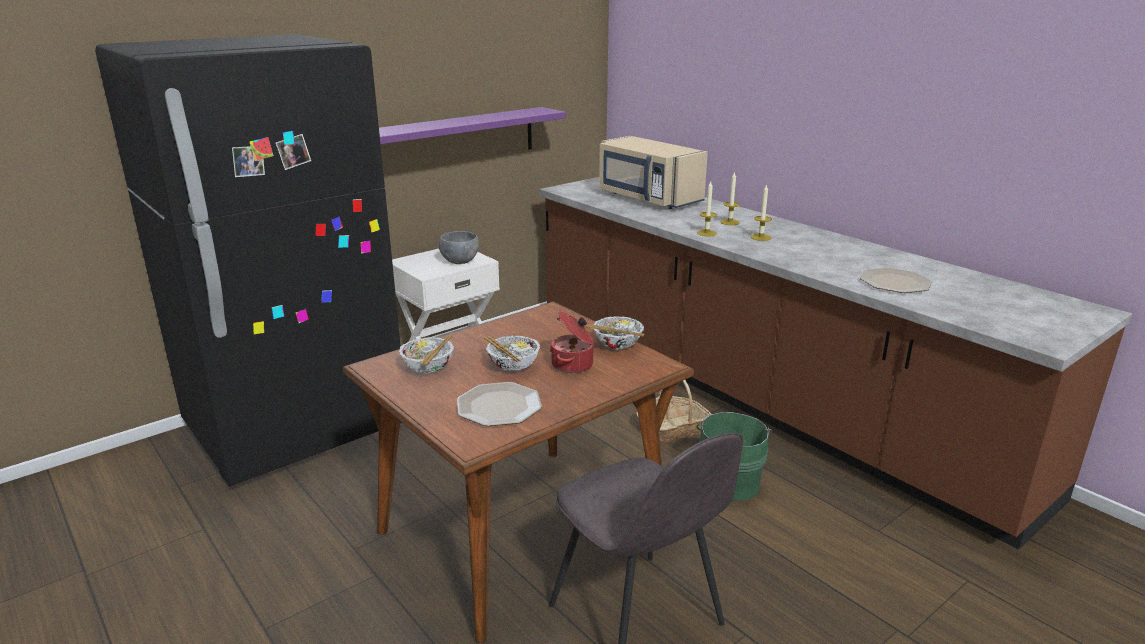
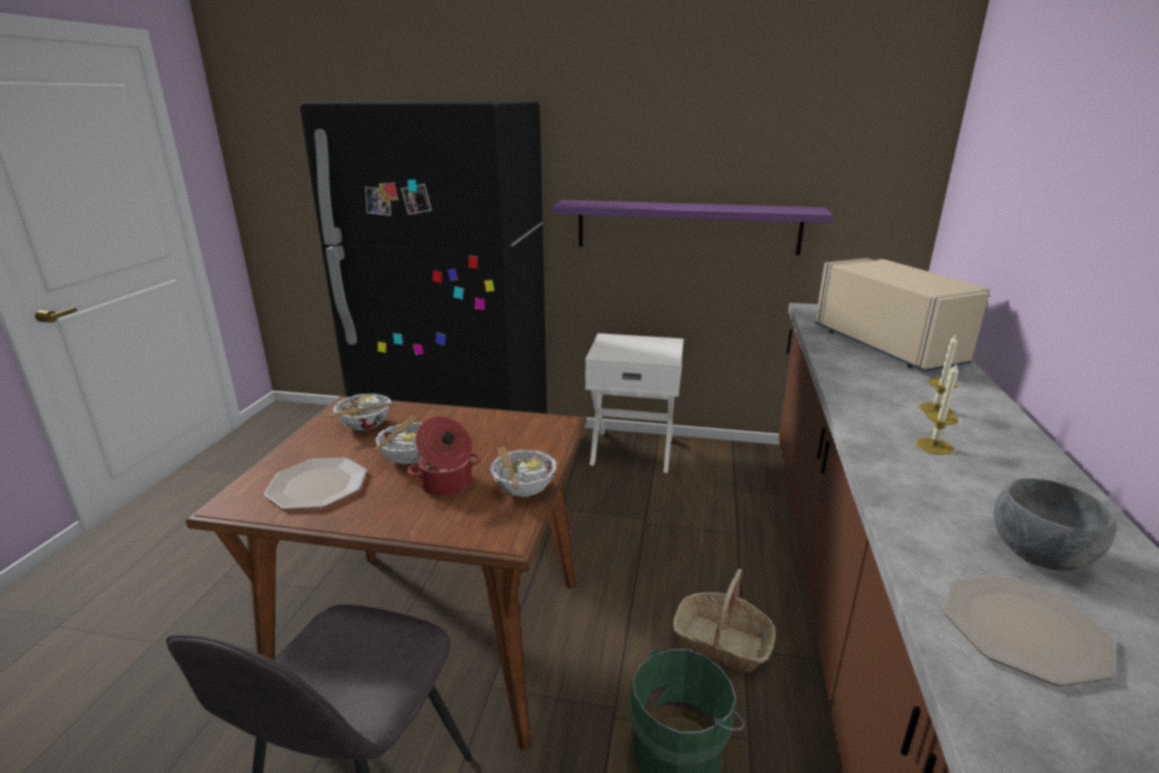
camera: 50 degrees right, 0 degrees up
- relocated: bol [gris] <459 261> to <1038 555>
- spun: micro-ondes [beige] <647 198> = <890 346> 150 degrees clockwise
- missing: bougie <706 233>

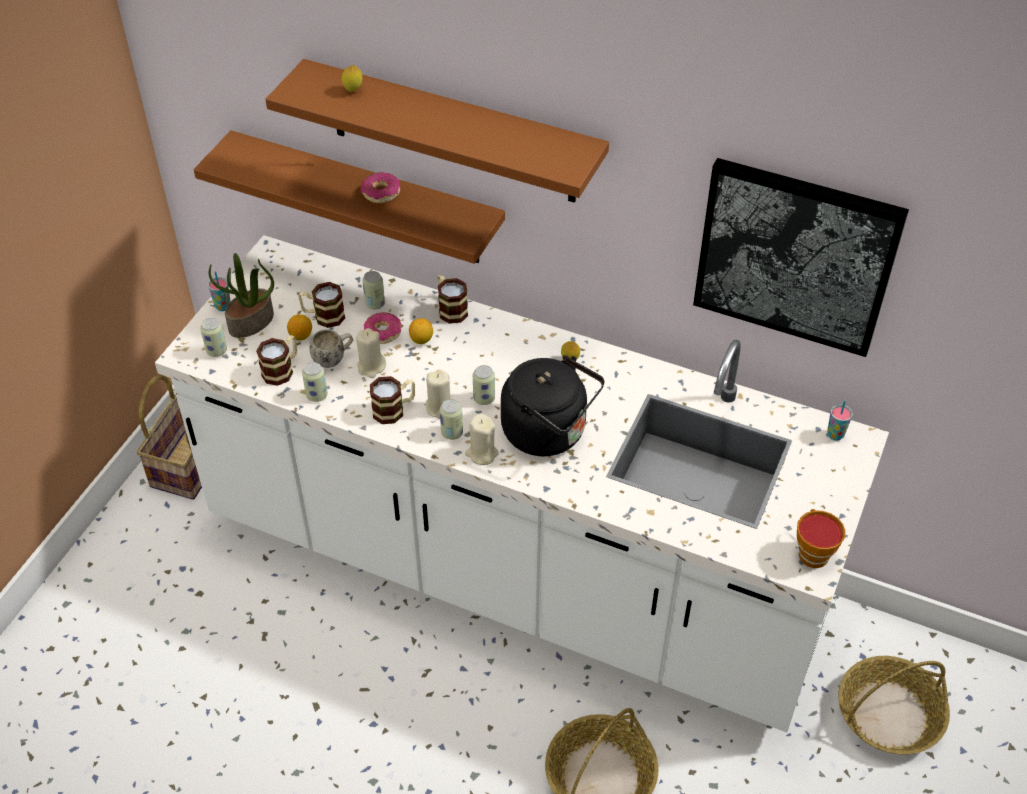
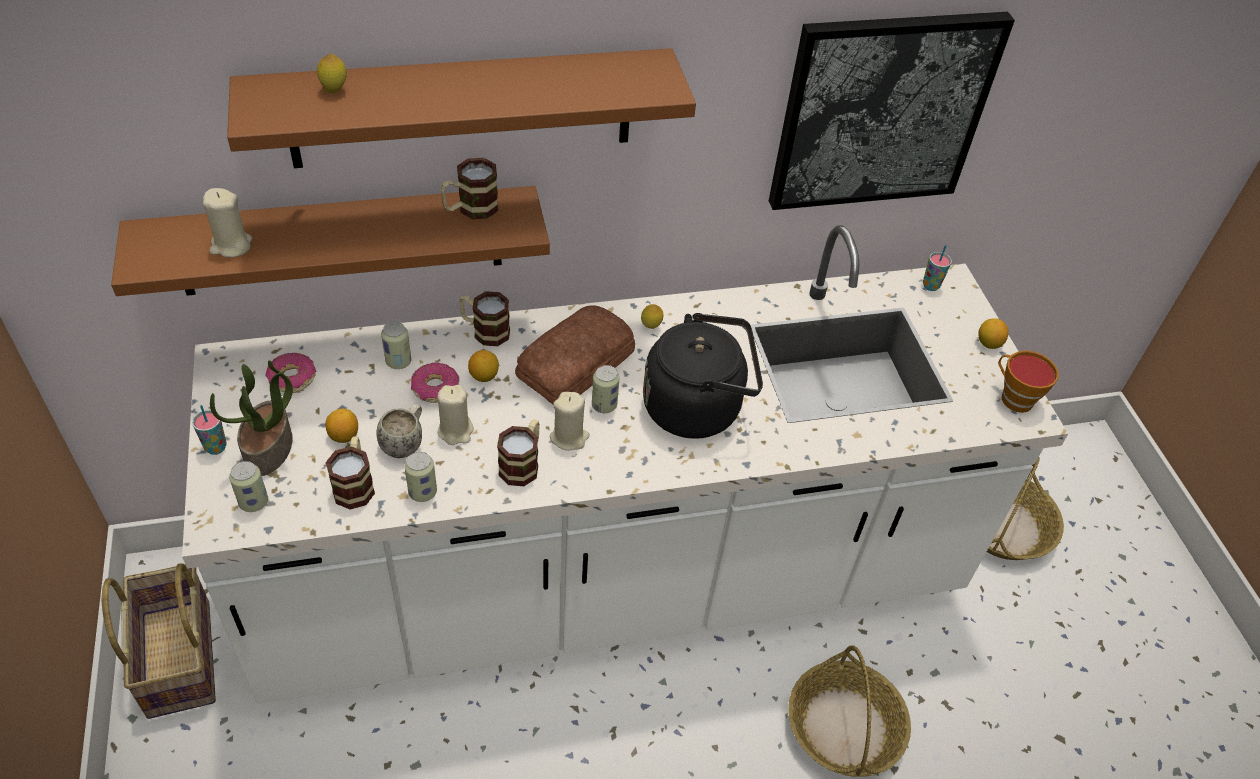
camera: 40 degrees left, 0 degrees up
- relocated: mug <323 316> to <470 209>
- relocated: beignet <381 193> to <292 378>
- missing: boîte métallique <452 433>
- relocated: bougie [beige] <482 453> to <231 245>
- appeared: pain <578 365>
- appeared: citron <988 344>

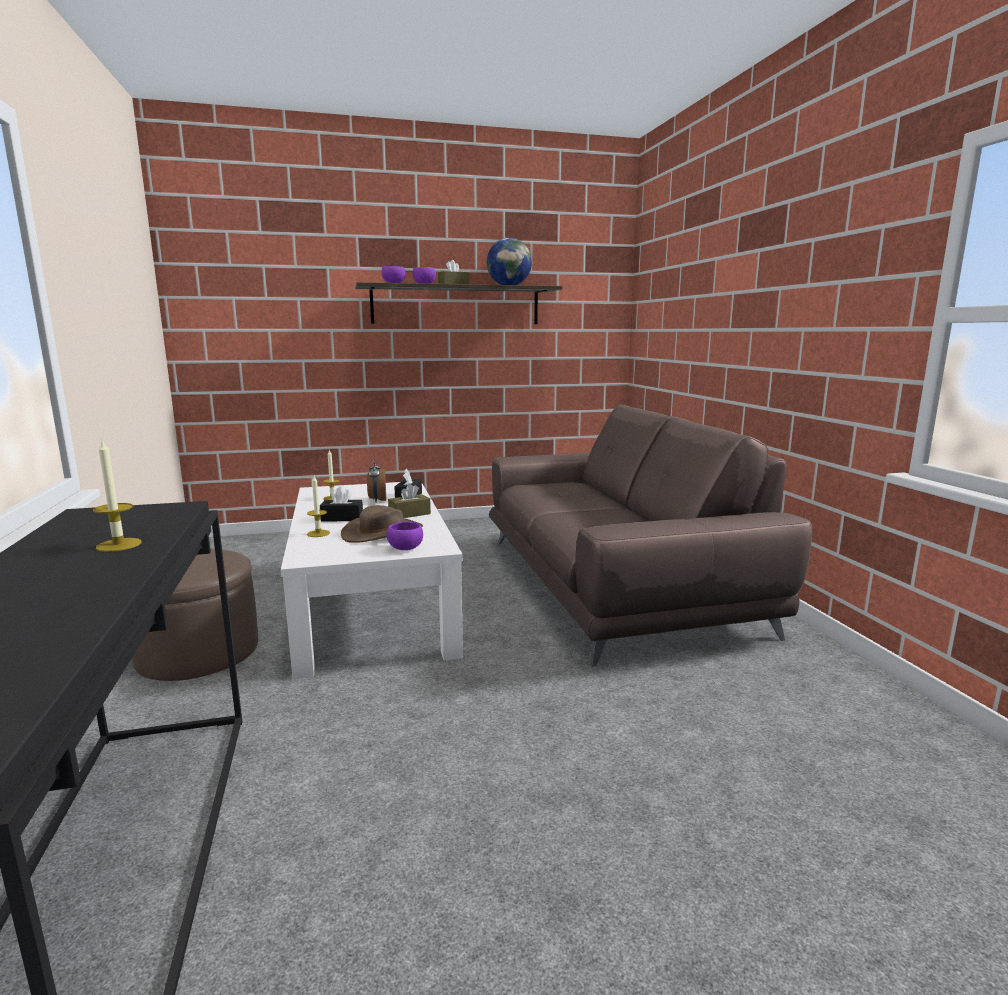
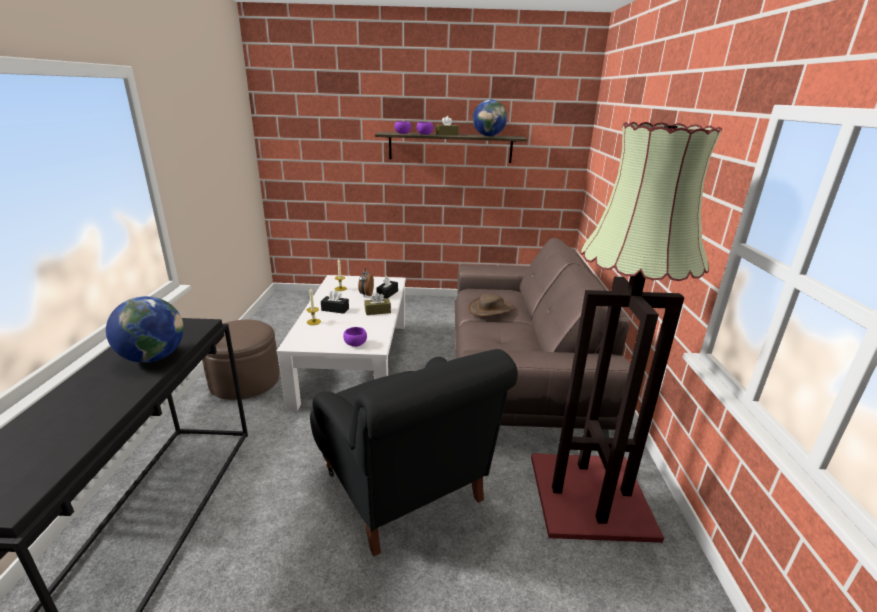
camera: 15 degrees right, 10 degrees up
- exchanged: bougie <119 545> to globe <153 357>
- relocated: chapeau [marron] <382 532> to <491 309>
- appeared: fauteuil [noir] <404 489>
- appeared: lampadaire <592 497>

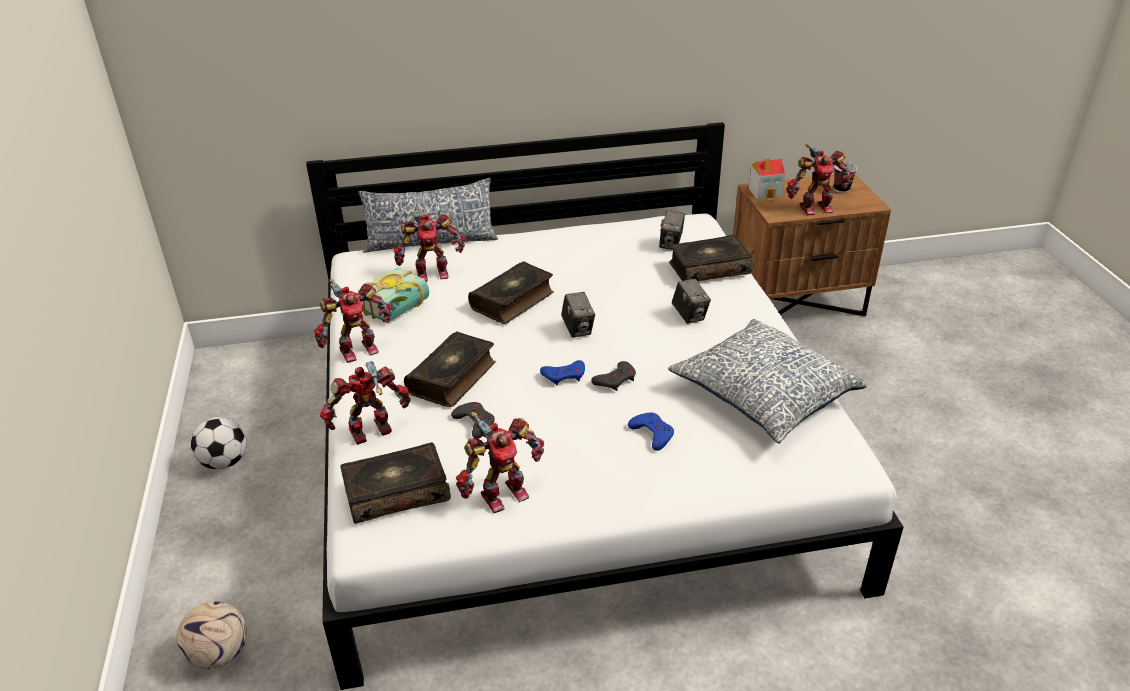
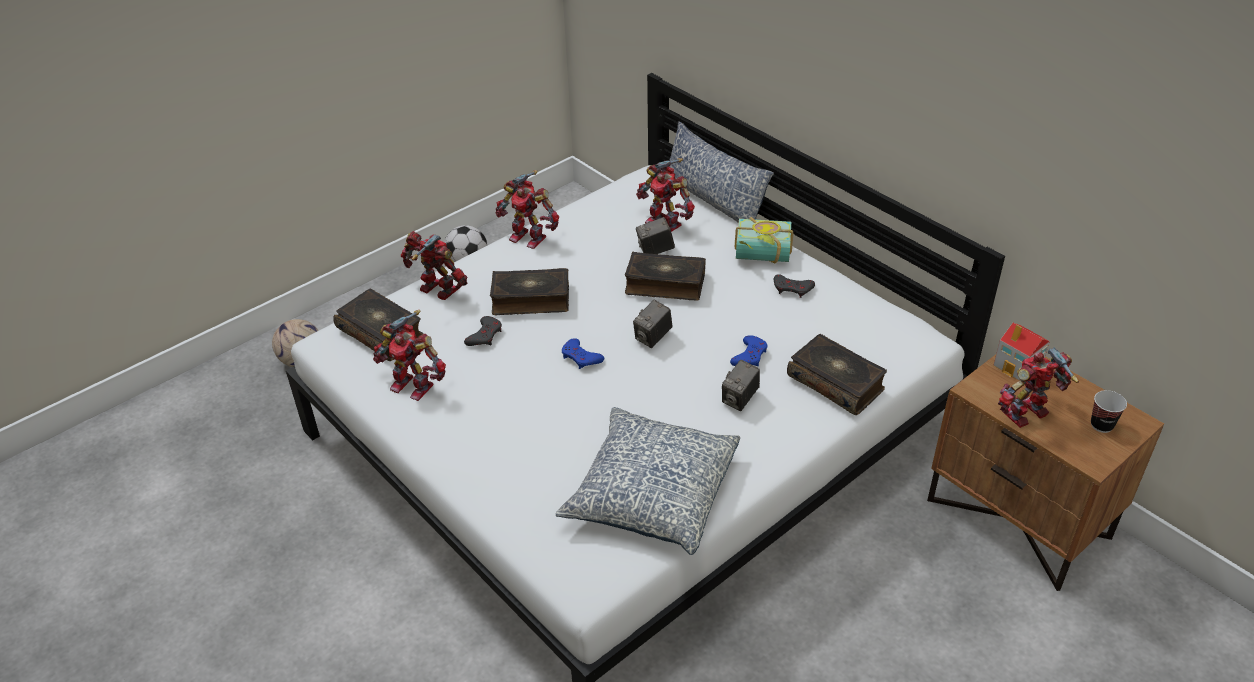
camera: 60 degrees right, 5 degrees up
- relocated: livre <400 310> to <762 257>
- relocated: manette [gris] <615 380> to <792 288>
- relocated: manette [bleu] <652 433> to <749 355>
- relocated: appareil photo <671 244> to <655 251>
- spun: robot jouet <814 207> = <1027 415> 105 degrees clockwise

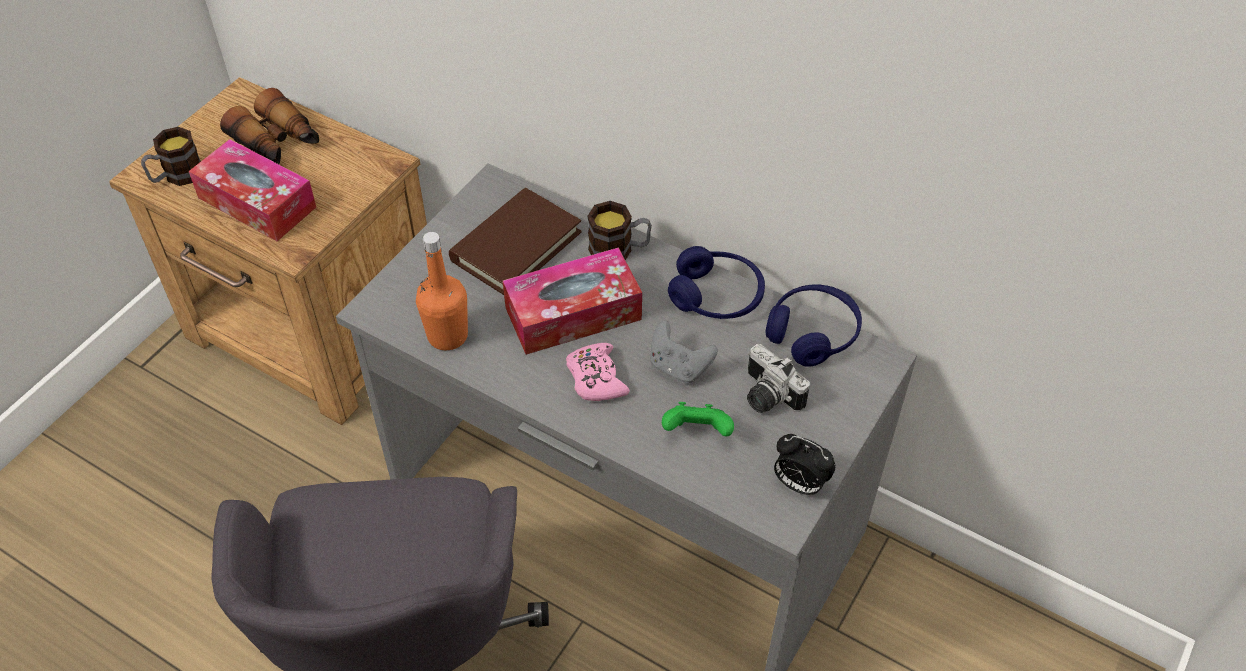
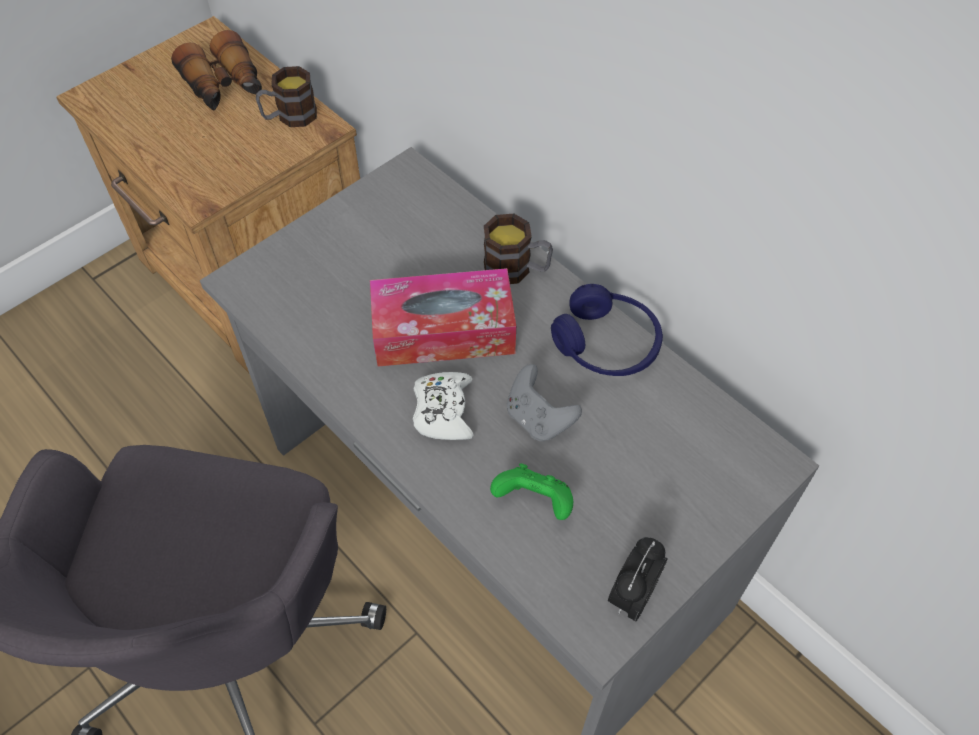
camera: 15 degrees right, 5 degrees up
- relocated: mug <177 176> to <289 117>
- missing: boîte à mouchoirs <257 202>
- missing: bouteille [orange] <447 336>
- missing: livre [marron] <516 246>
- colour: manette [rose] <596 378> to manette [blanc] <443 411>
- missing: appareil photo <766 396>
- missing: casque audio [bleu] <812 333>
- spun: réveil <799 484> = <632 595> 75 degrees clockwise

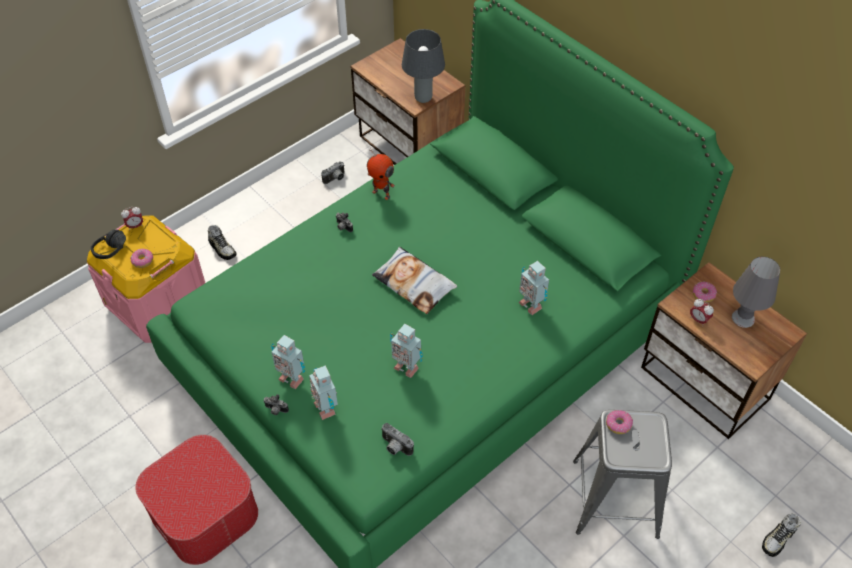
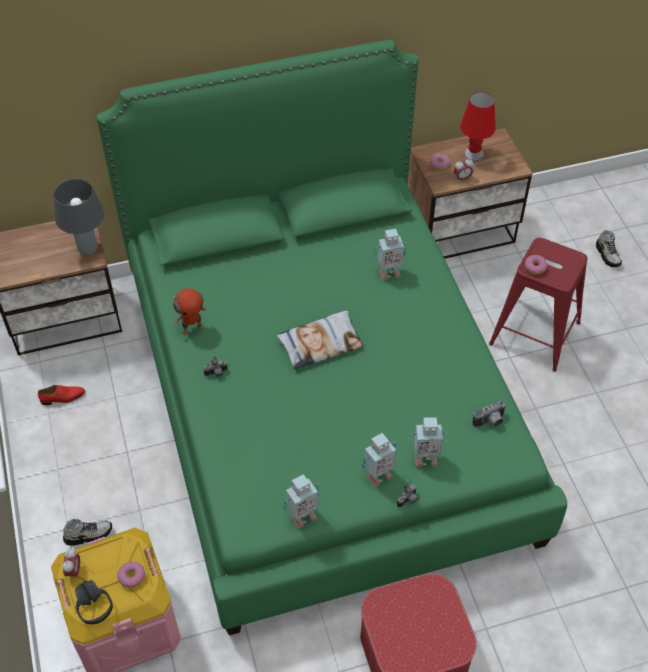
camera: 65 degrees left, 0 degrees up
- exchanged: appareil photo <335 179> to chaussure [rouge] <63 398>
- relocated: robot jouet <406 366> to <302 516>
- colour: tabouret [gris] <614 498> to tabouret [rouge] <534 333>
- colour: lampe de table [gris] <743 318> to lampe de table [rouge] <474 153>

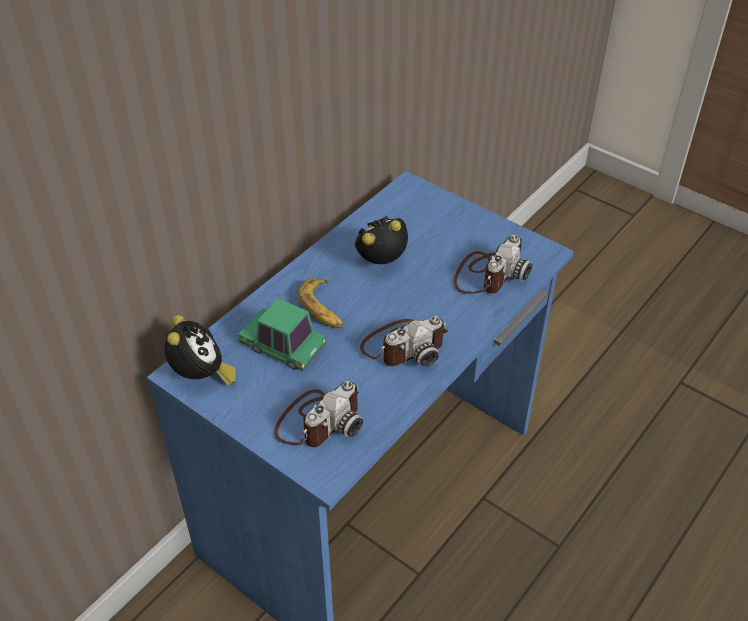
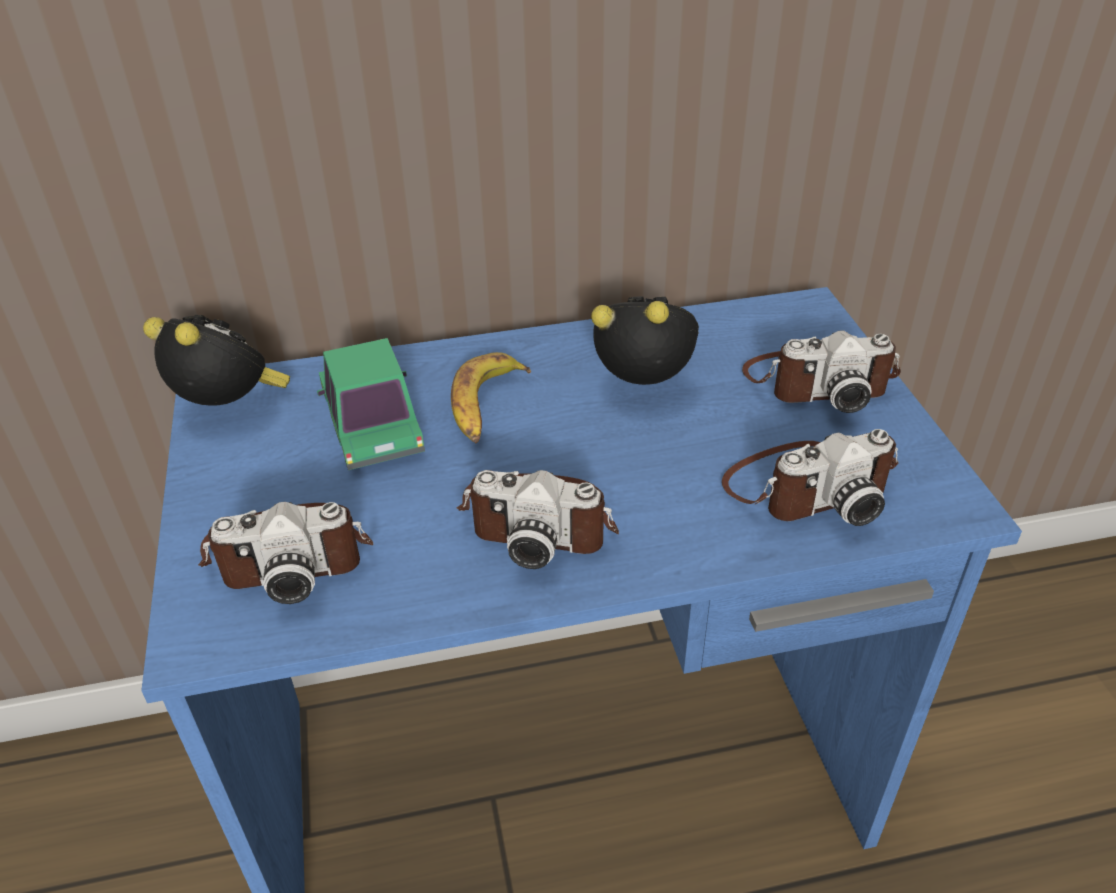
camera: 40 degrees right, 5 degrees down
- spun: réveil <201 377> = <231 409> 90 degrees counterclockwise
- appeared: appareil photo <817 382>

